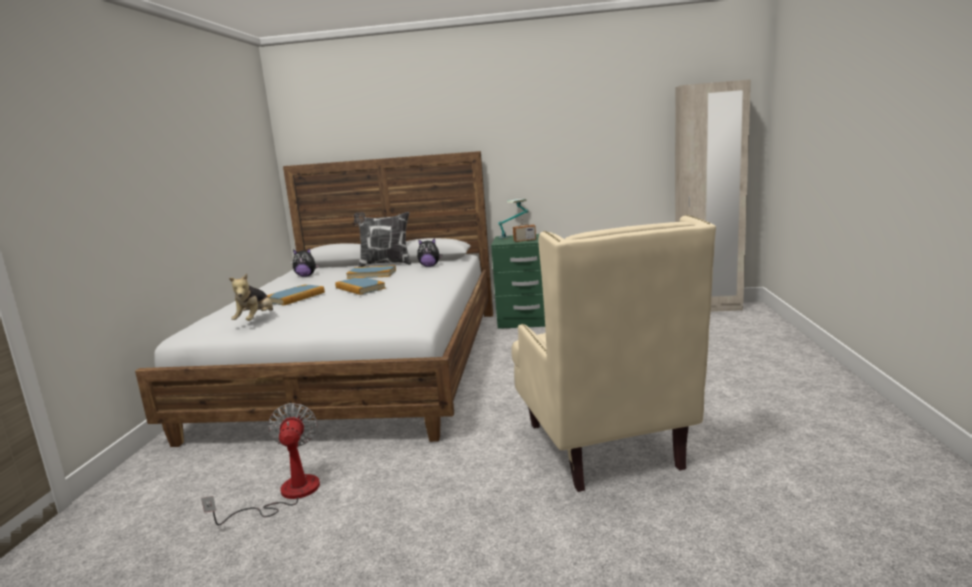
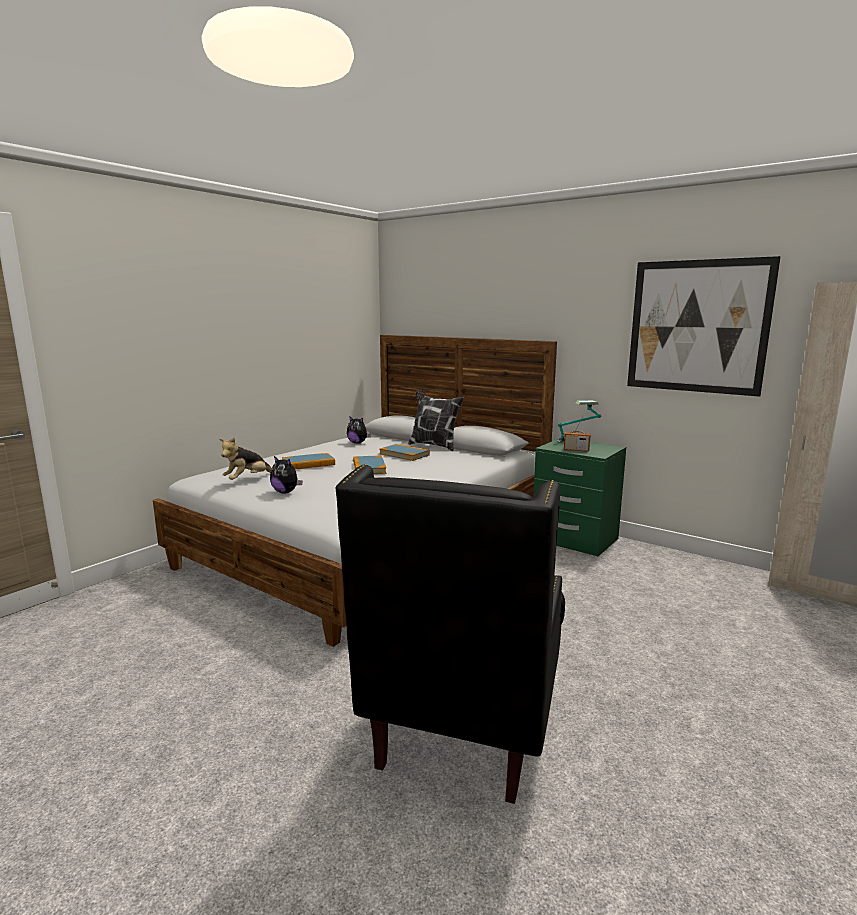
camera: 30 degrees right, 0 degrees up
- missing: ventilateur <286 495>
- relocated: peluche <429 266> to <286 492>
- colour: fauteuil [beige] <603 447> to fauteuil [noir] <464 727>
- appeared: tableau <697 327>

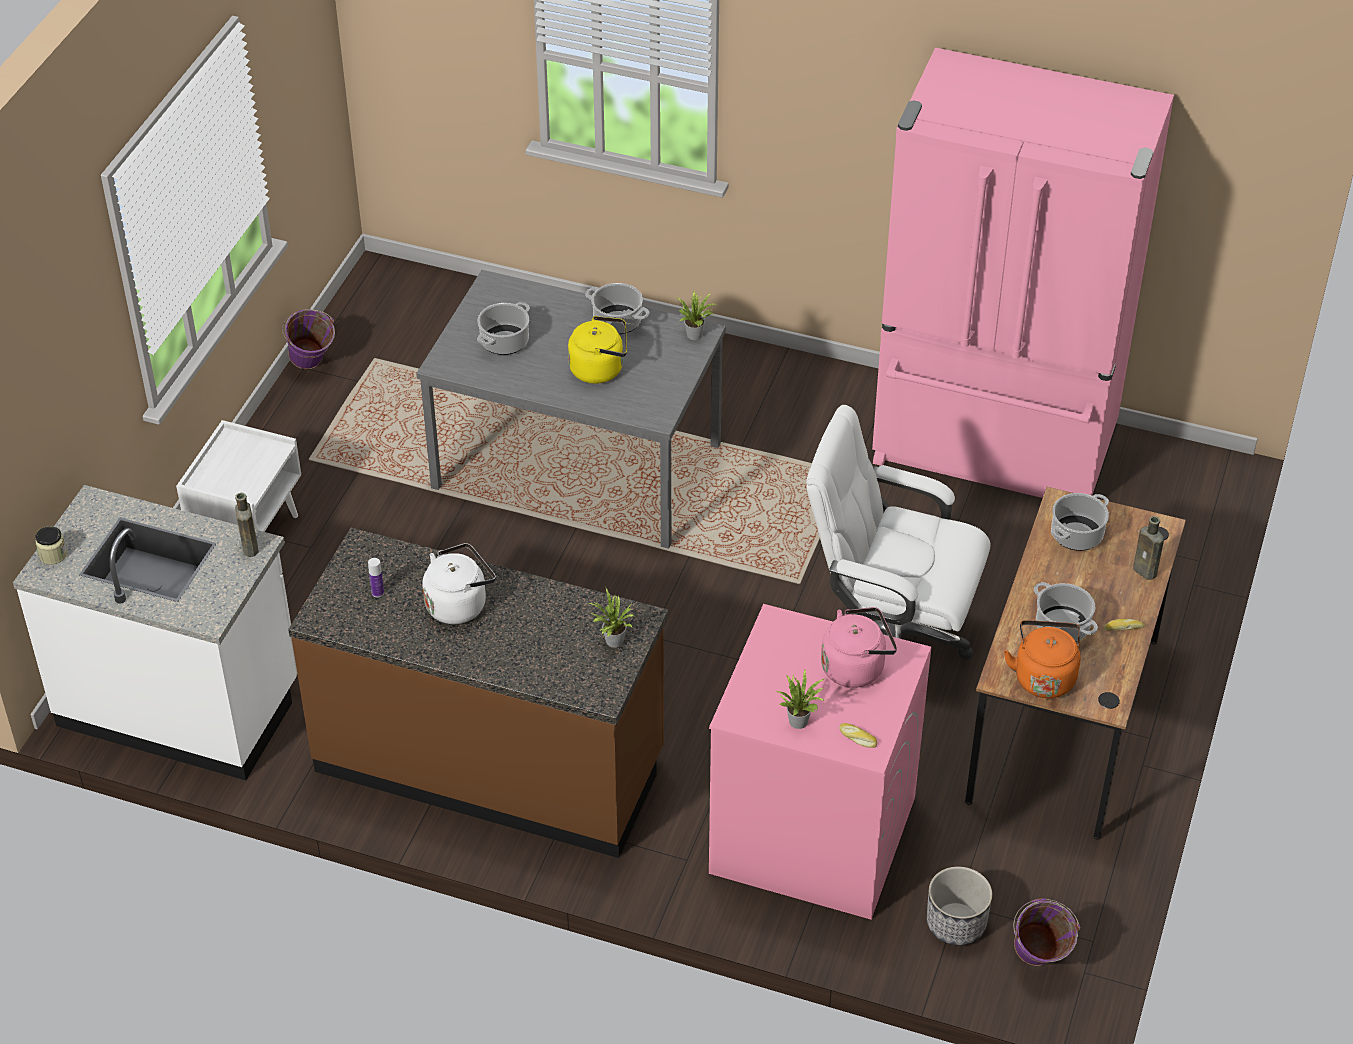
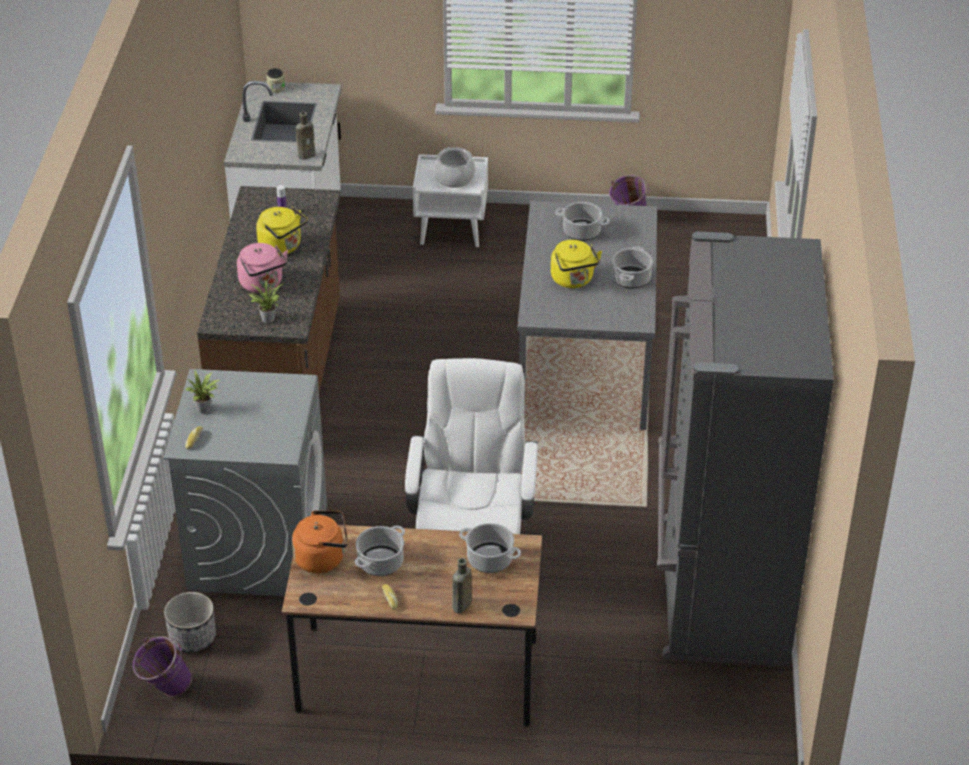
camera: 75 degrees right, 5 degrees down
- colour: bouilloire [blanc] <459 604> to bouilloire [jaune] <282 247>
- missing: plante en pot <696 334>
- colour: lave-linge [rose] <811 835> to lave-linge [gris] <258 546>
- relocated: bouilloire [rose] <856 667> to <263 284>
- colour: réfrigérateur [rose] <993 448> to réfrigérateur [gris] <719 591>
- appeared: marmite <454 178>

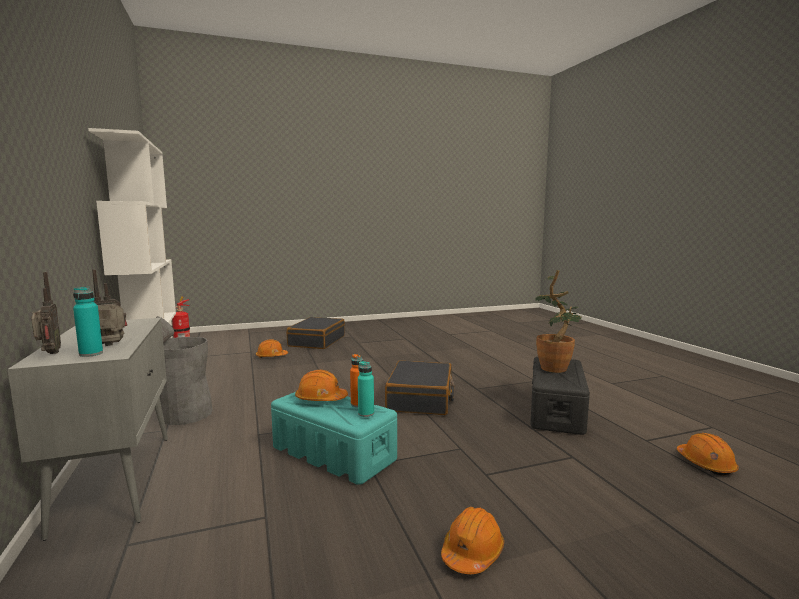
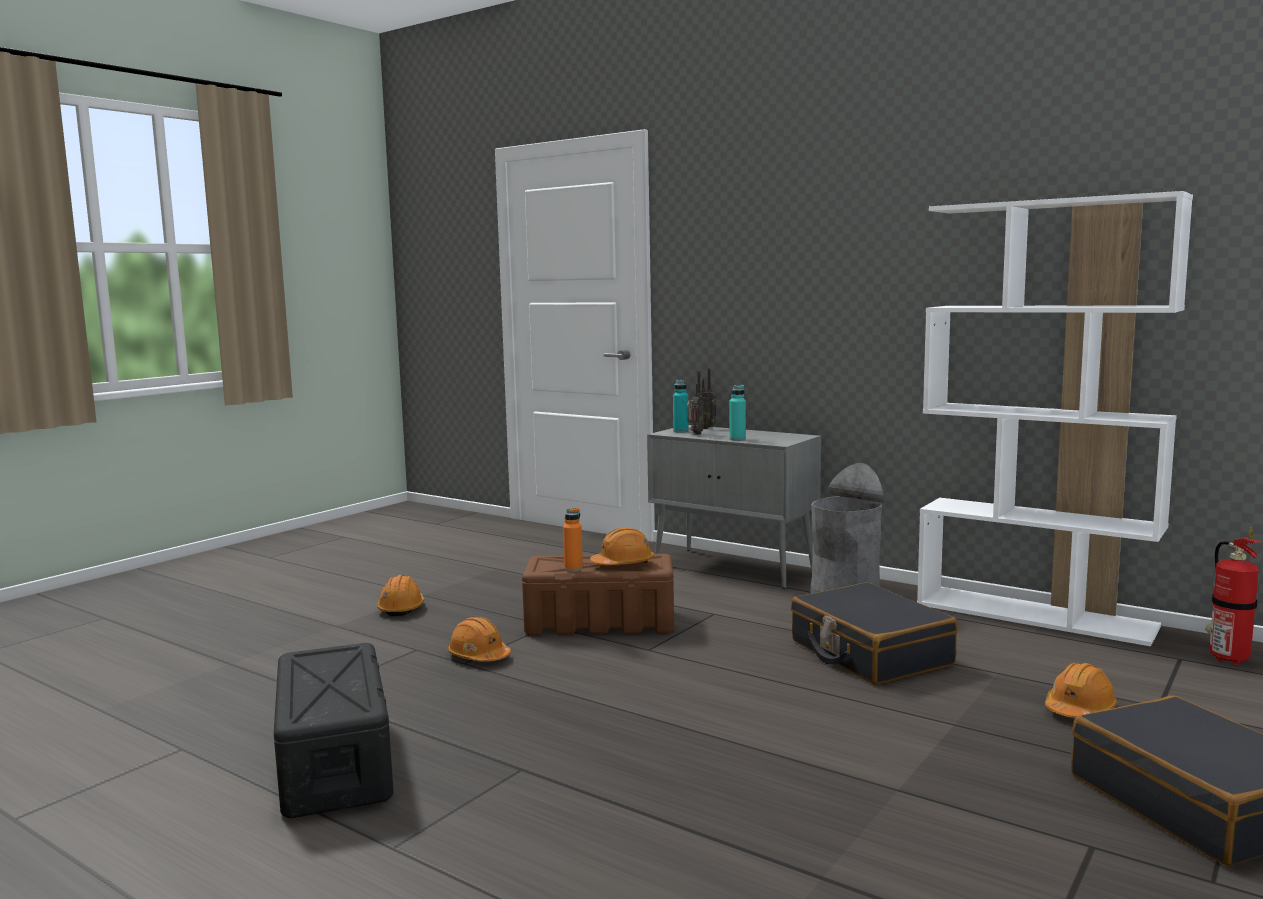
camera: 145 degrees right, 0 degrees up
- colour: boîte de rangement [turquoise] <332 453> to boîte de rangement [marron] <601 622>
- relocated: bouteille [turquoise] <366 413> to <737 439>
- relocated: valise [noir] <421 399> to <869 653>
- missing: plante en pot <557 367>
- relocated: casque de chantier [orange] <706 464> to <478 656>

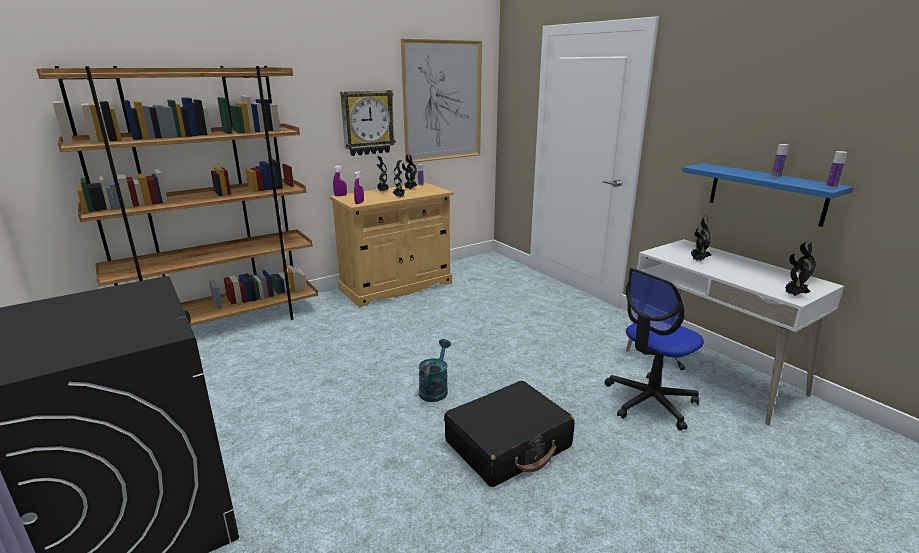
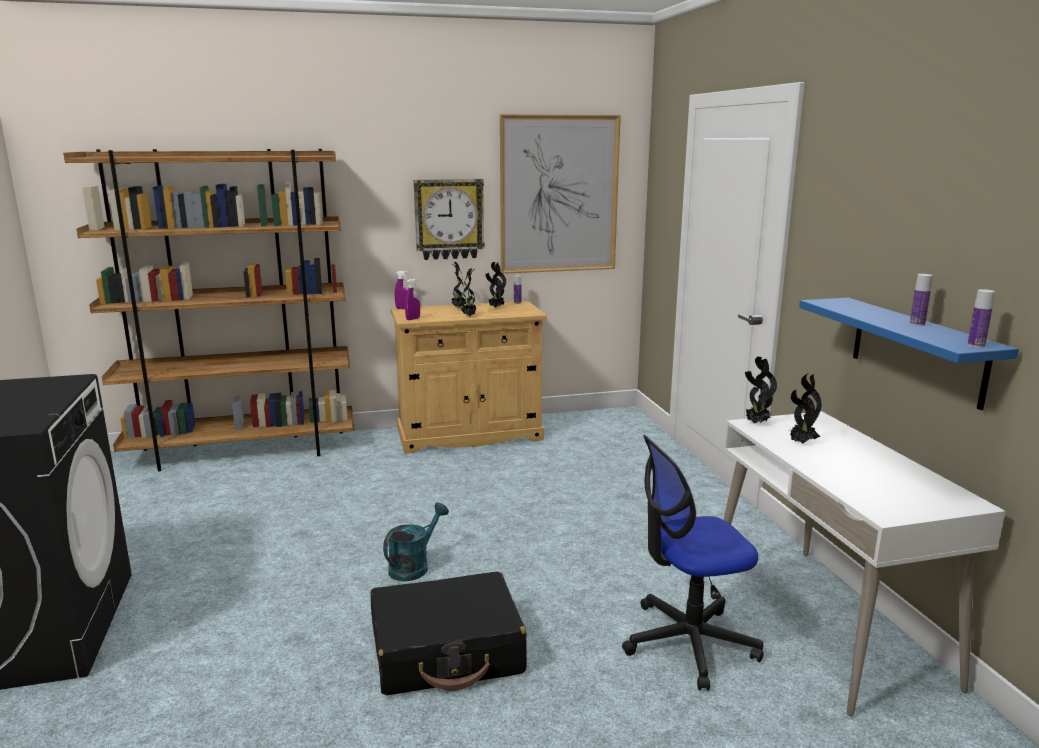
camera: 20 degrees right, 5 degrees down
- relocated: plante en pot <793 295> to <756 423>

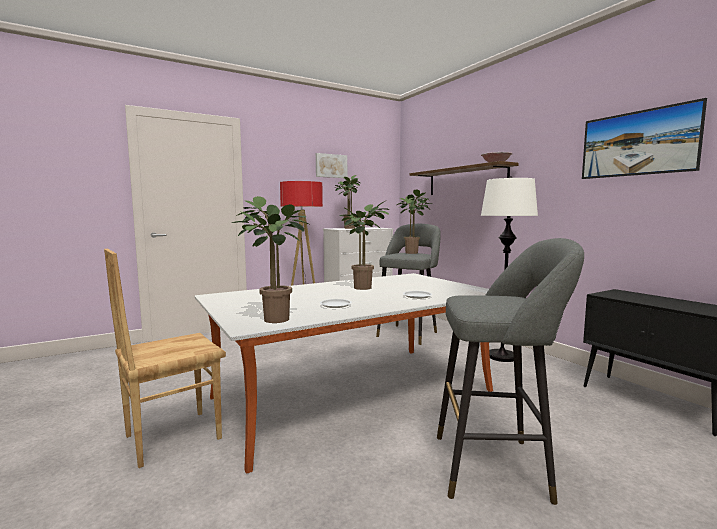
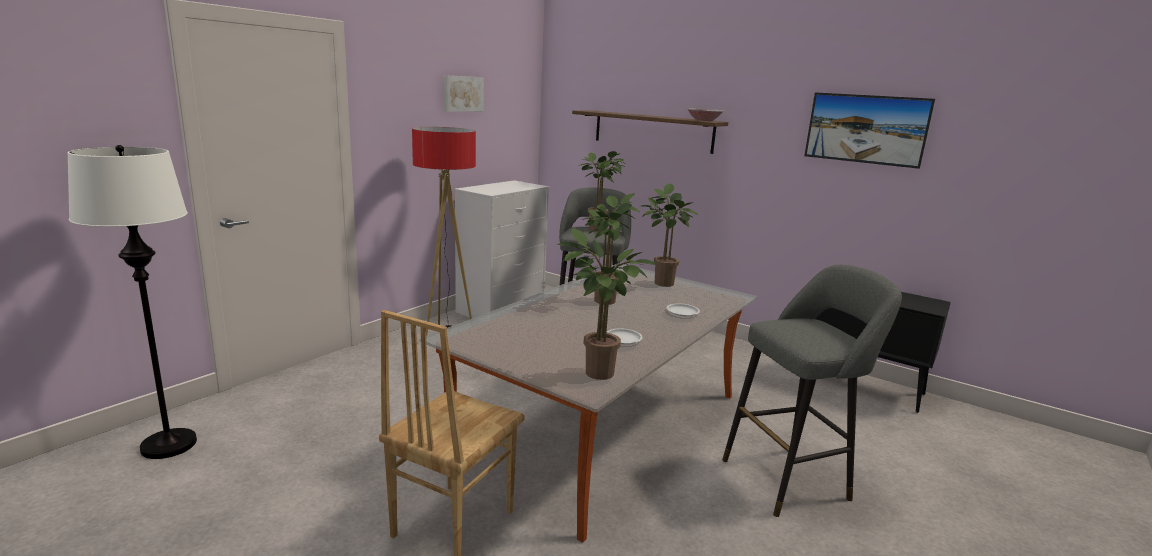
camera: 25 degrees left, 10 degrees up
- relocated: plante en pot <348 228> to <660 282>
- relocated: lampadaire [blanc] <501 356> to <168 445>

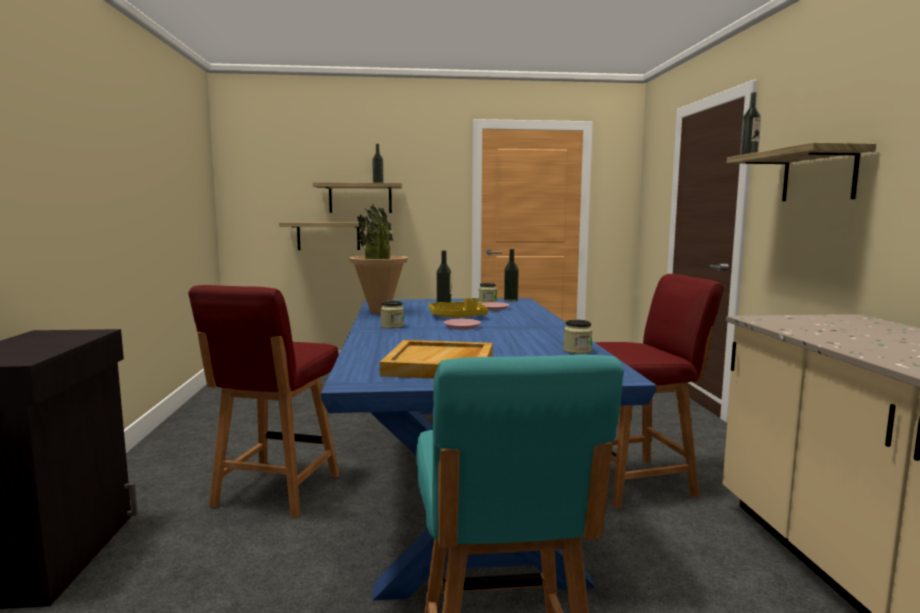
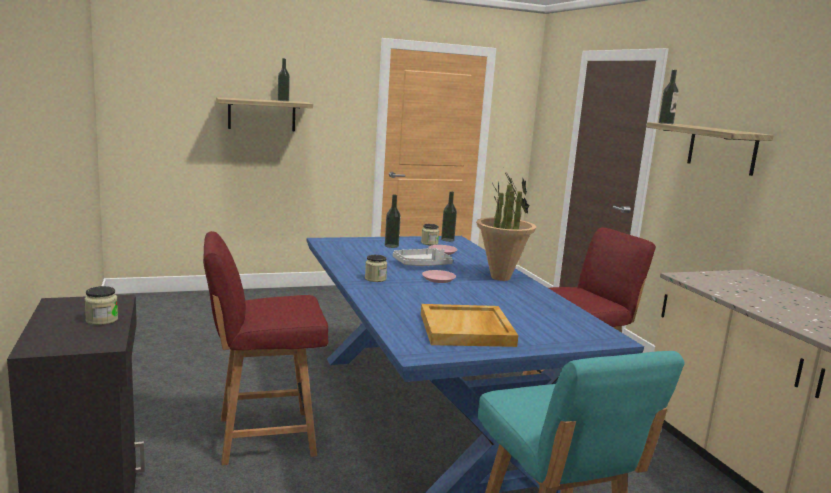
camera: 15 degrees left, 5 degrees up
- spun: chaise [rouge] <275 492> = <263 437> 75 degrees clockwise
- missing: étagère <328 236>
- relocated: plante en pot <379 312> to <501 278>
- colour: plateau [jaune] <458 317> to plateau [gris] <422 265>
- relocated: bocal <577 351> to <102 320>

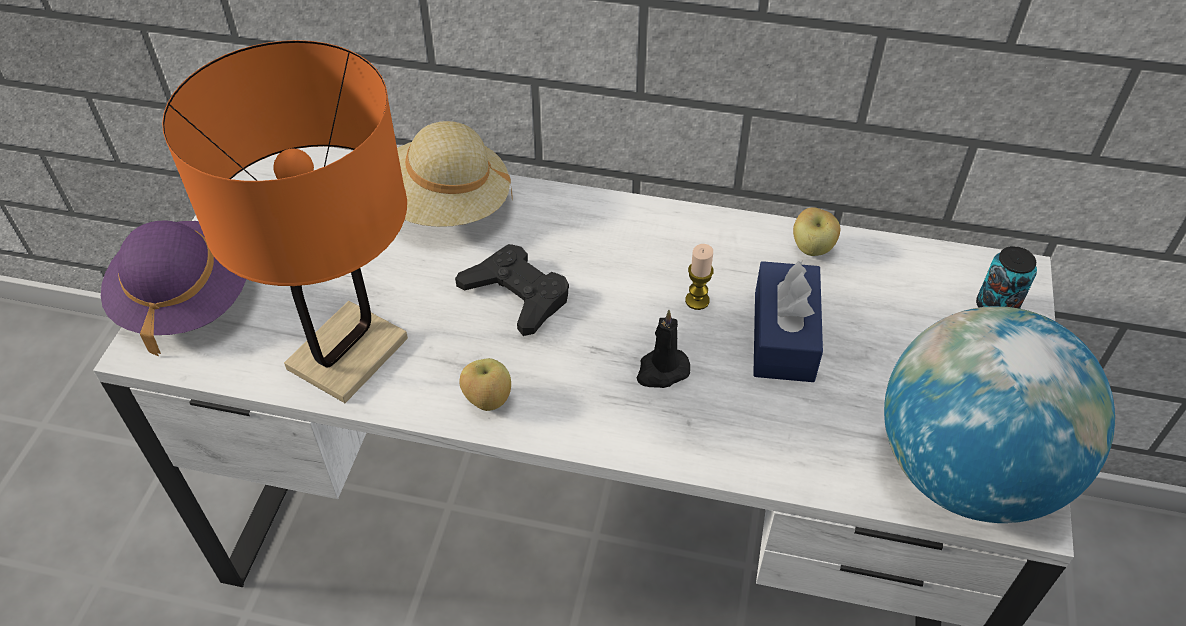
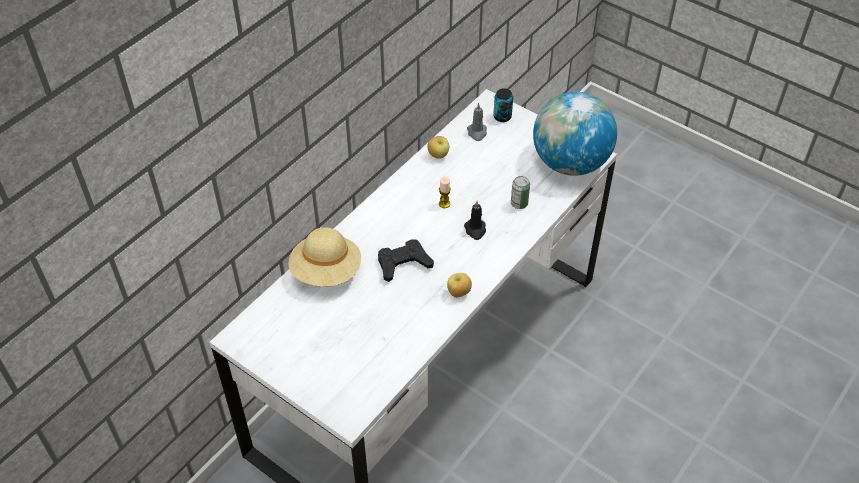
camera: 65 degrees left, 0 degrees up
- missing: chapeau [violet] <186 300>
- missing: lampe de table [orange] <347 353>
- missing: boîte à mouchoirs [bleu] <783 336>
- appeared: bougie [gris] <477 133>
- appeared: boîte métallique <519 204>

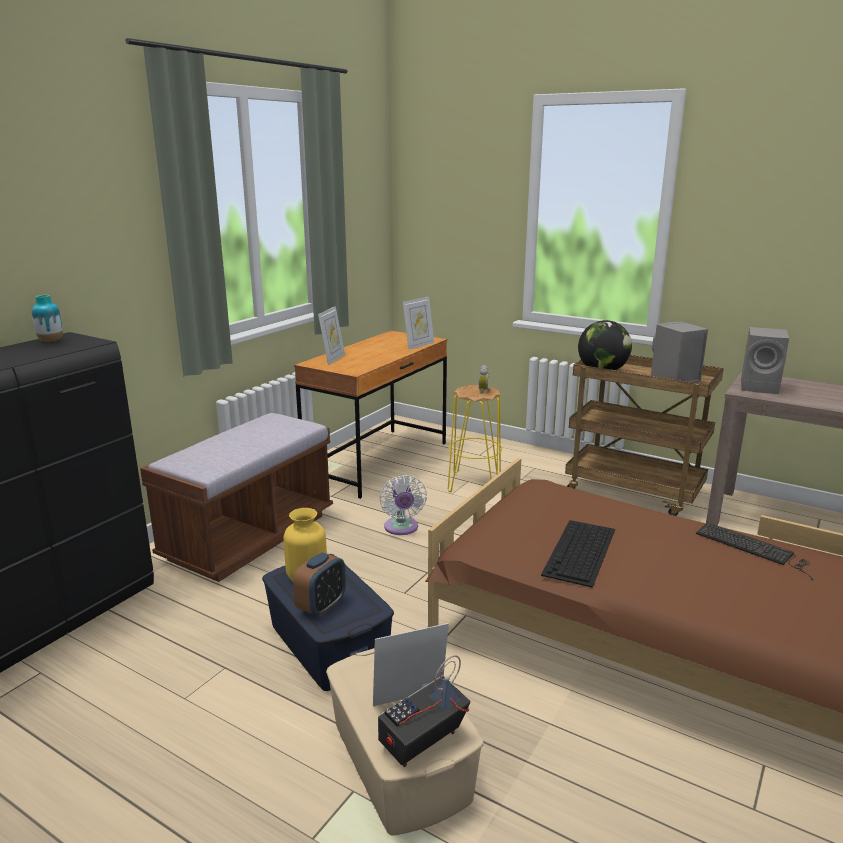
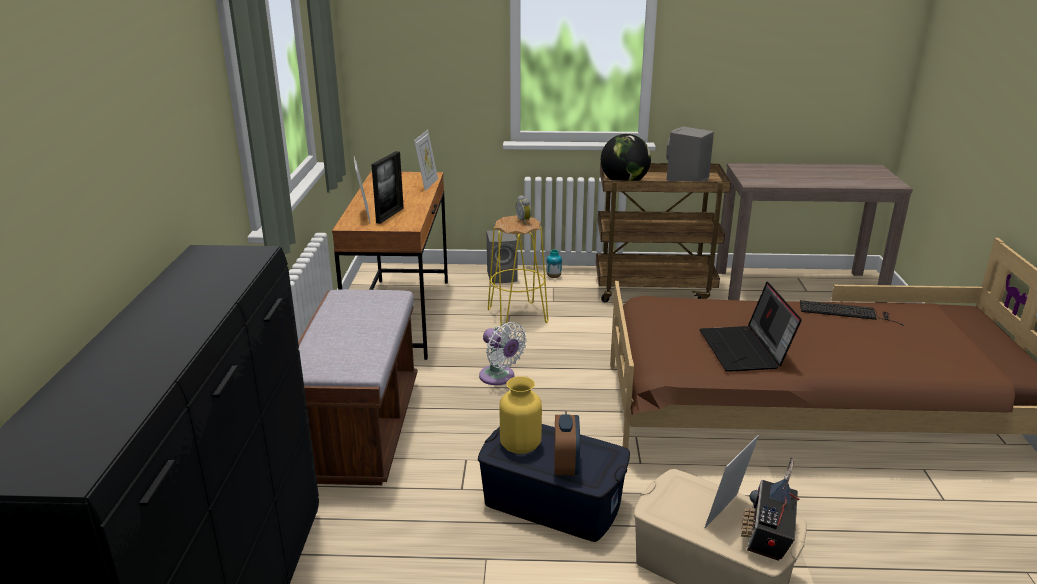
camera: 30 degrees left, 5 degrees up
- relocated: vase <51 341> to <553 277>
- exchanged: clavier <580 552> to ordinateur portable <745 350>
- relocated: enceinte [gris] <761 387> to <503 276>
- appeared: cadre photo <390 215>

